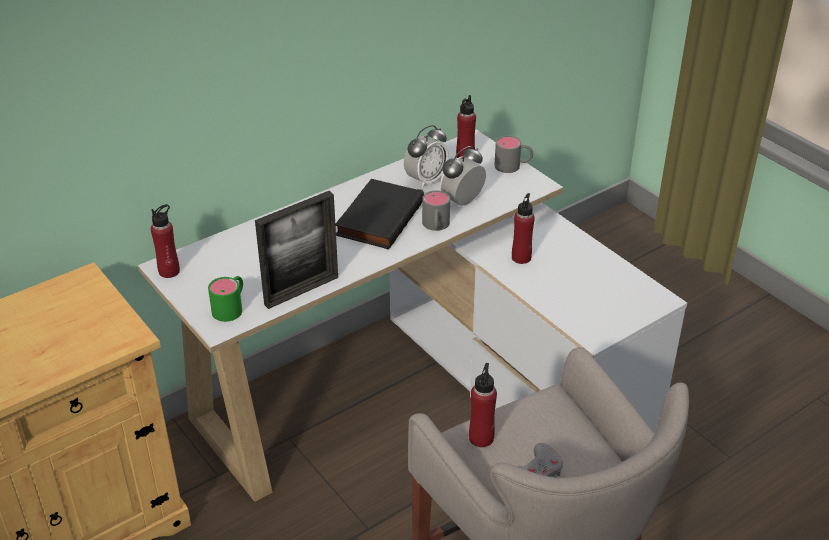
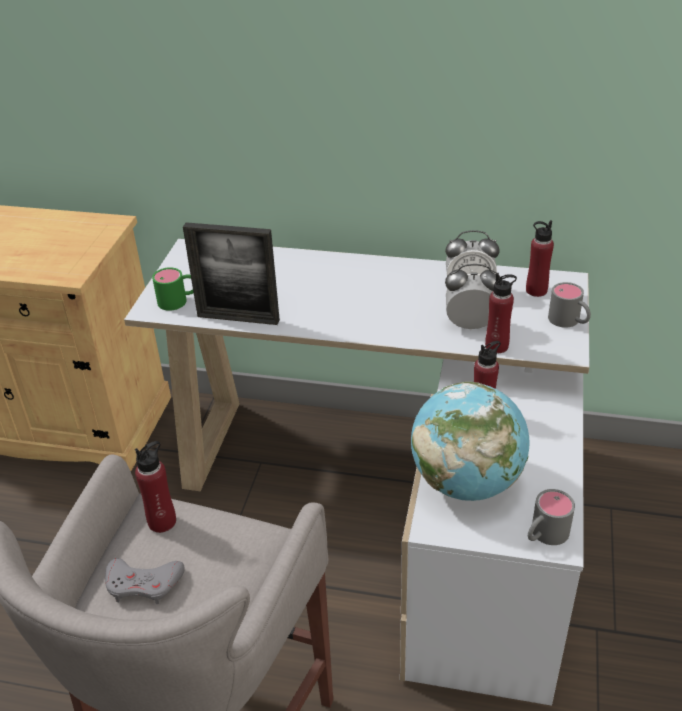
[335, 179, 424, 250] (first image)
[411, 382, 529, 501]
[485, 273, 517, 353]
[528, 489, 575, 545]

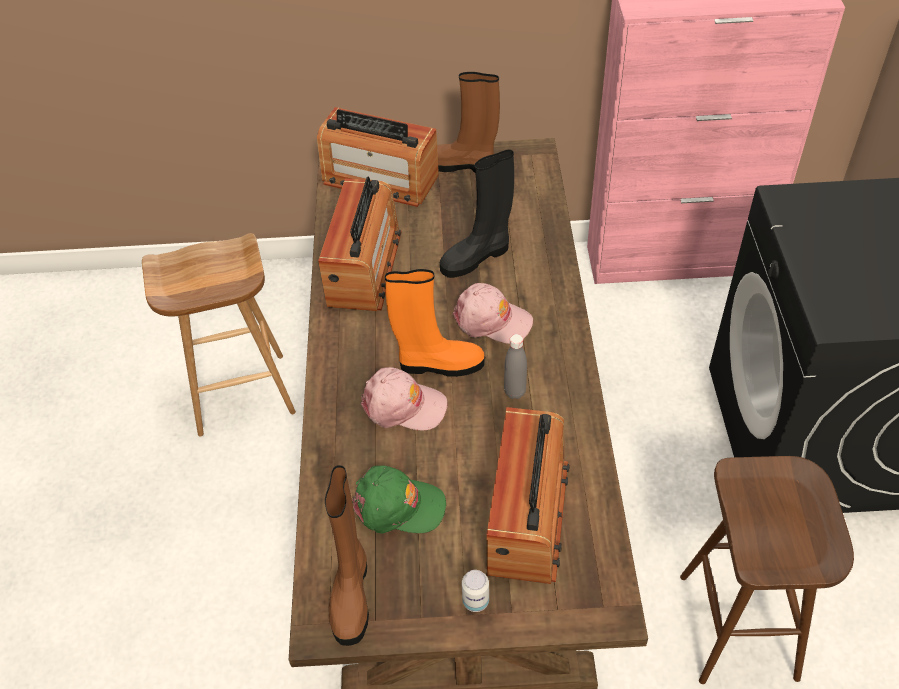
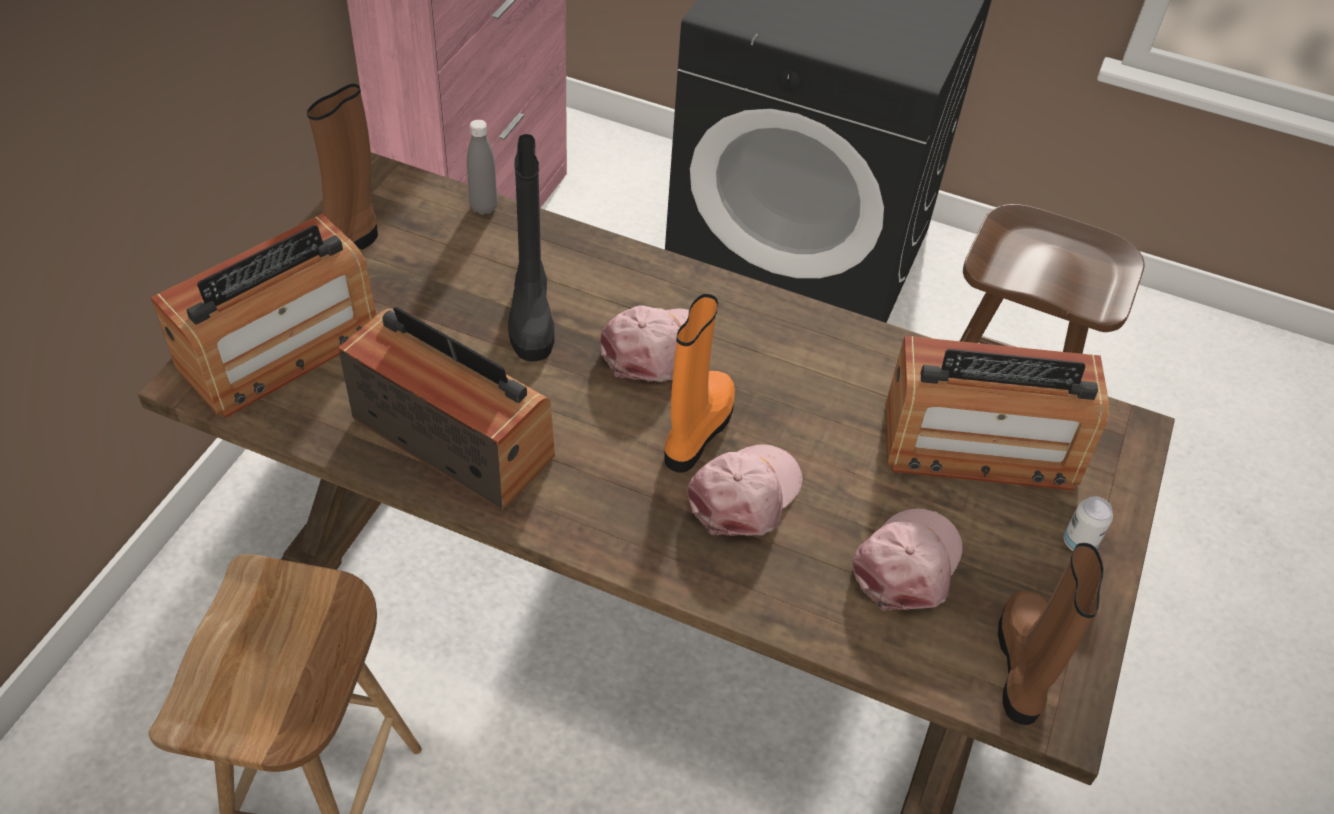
[467, 119, 497, 215]
[852, 509, 963, 611]
[998, 543, 1104, 725]
[886, 336, 1109, 490]

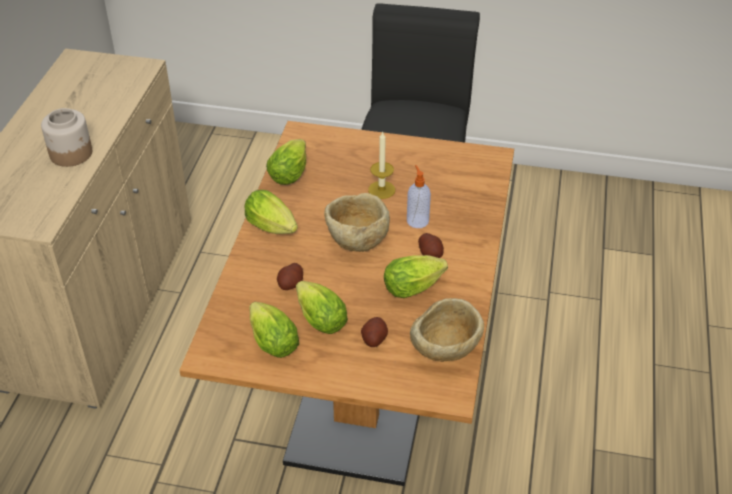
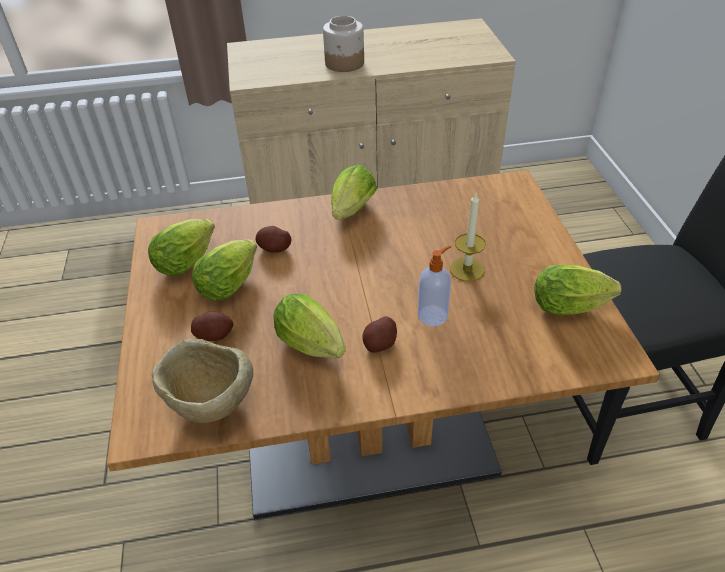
[324, 193, 390, 252] (first image)
[534, 265, 621, 315]

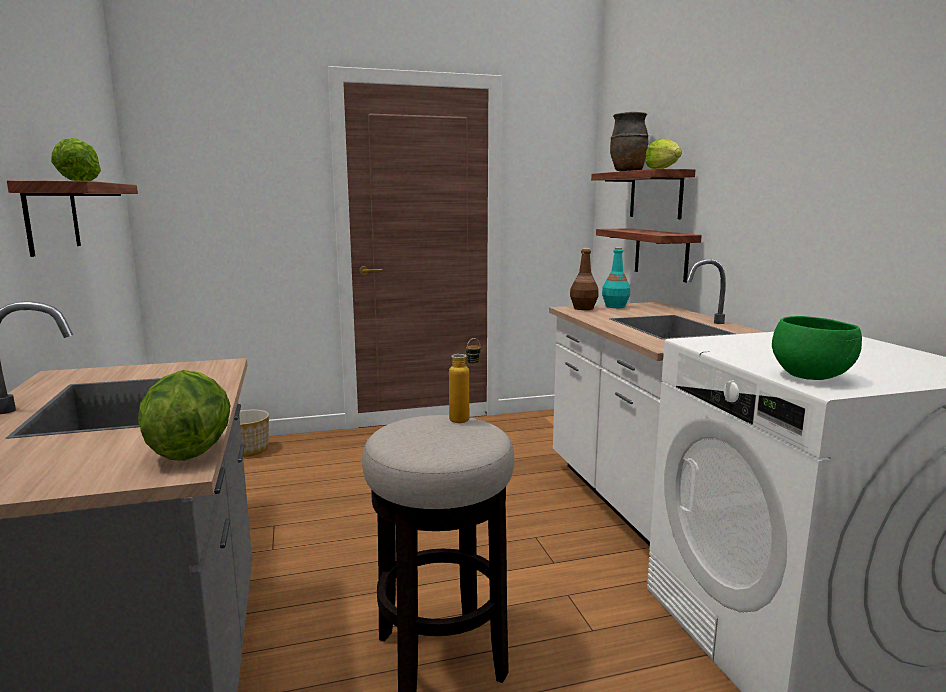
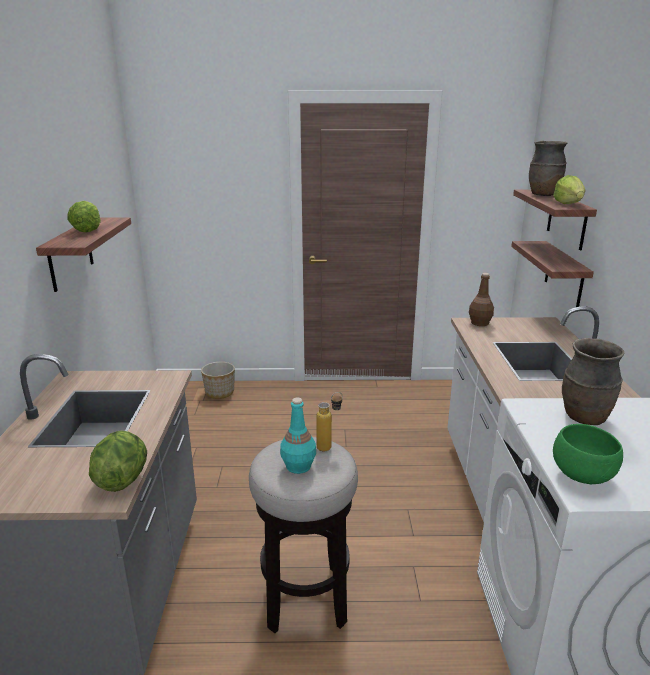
[562, 338, 625, 425]
[280, 397, 316, 474]

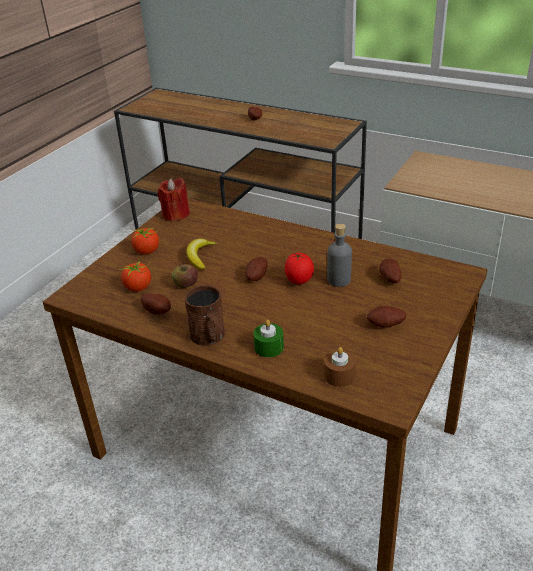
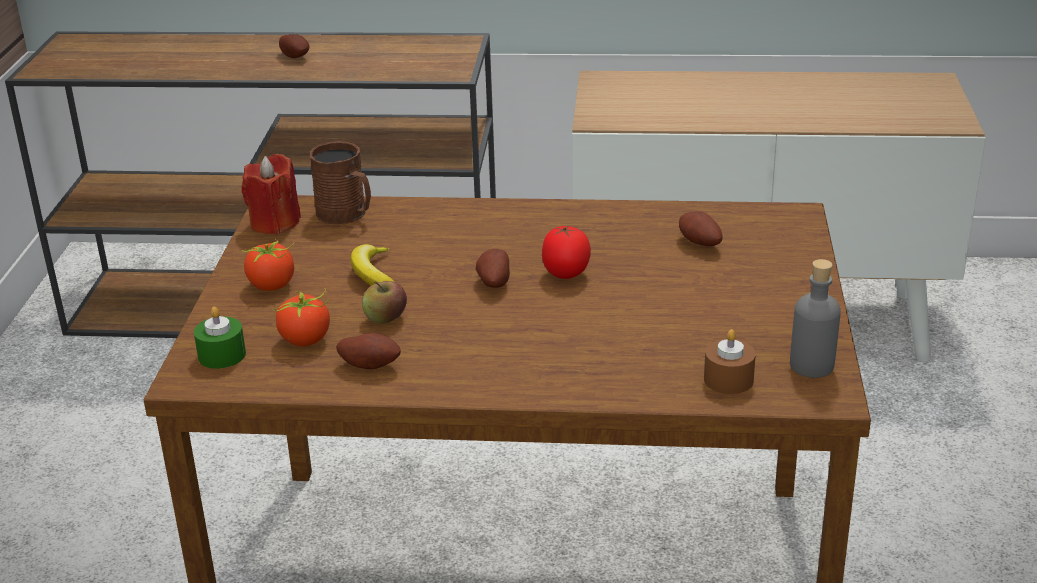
[367, 306, 407, 328] (first image)
[310, 141, 371, 224]
[194, 307, 246, 369]
[790, 259, 841, 378]

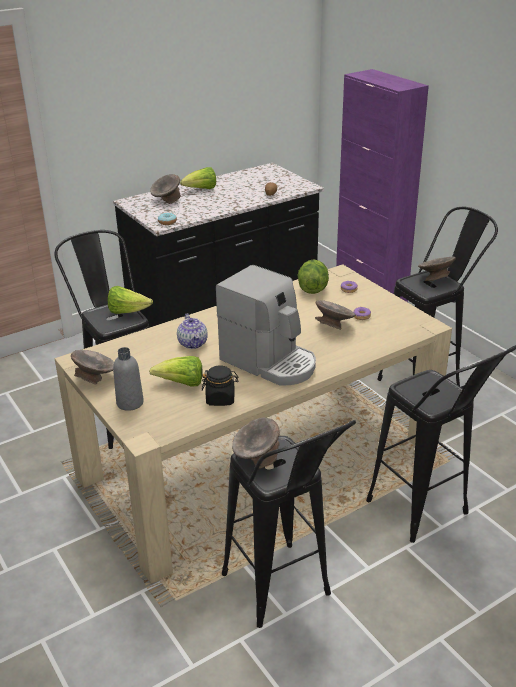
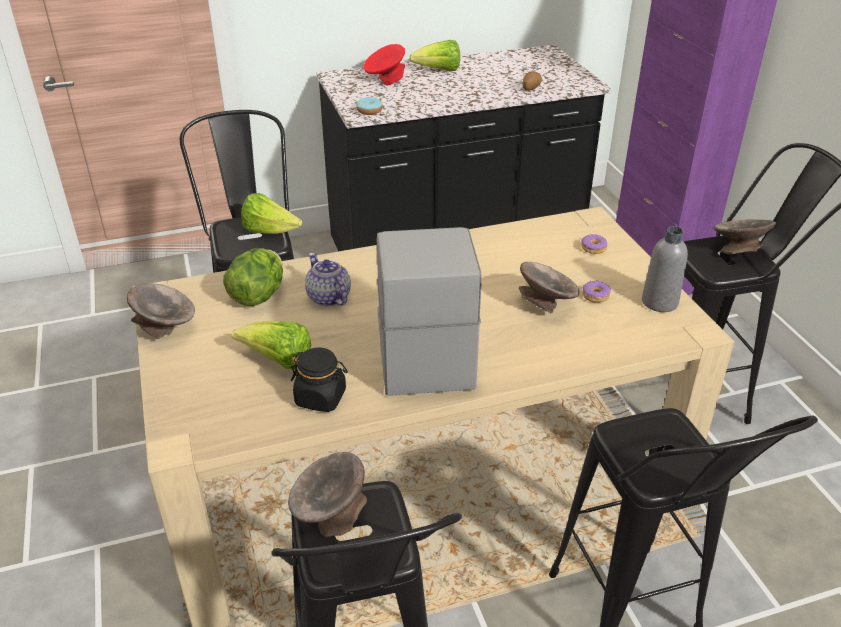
[642, 226, 688, 312]
[223, 248, 283, 306]
[364, 44, 405, 86]
[305, 253, 351, 306]
[377, 227, 482, 396]

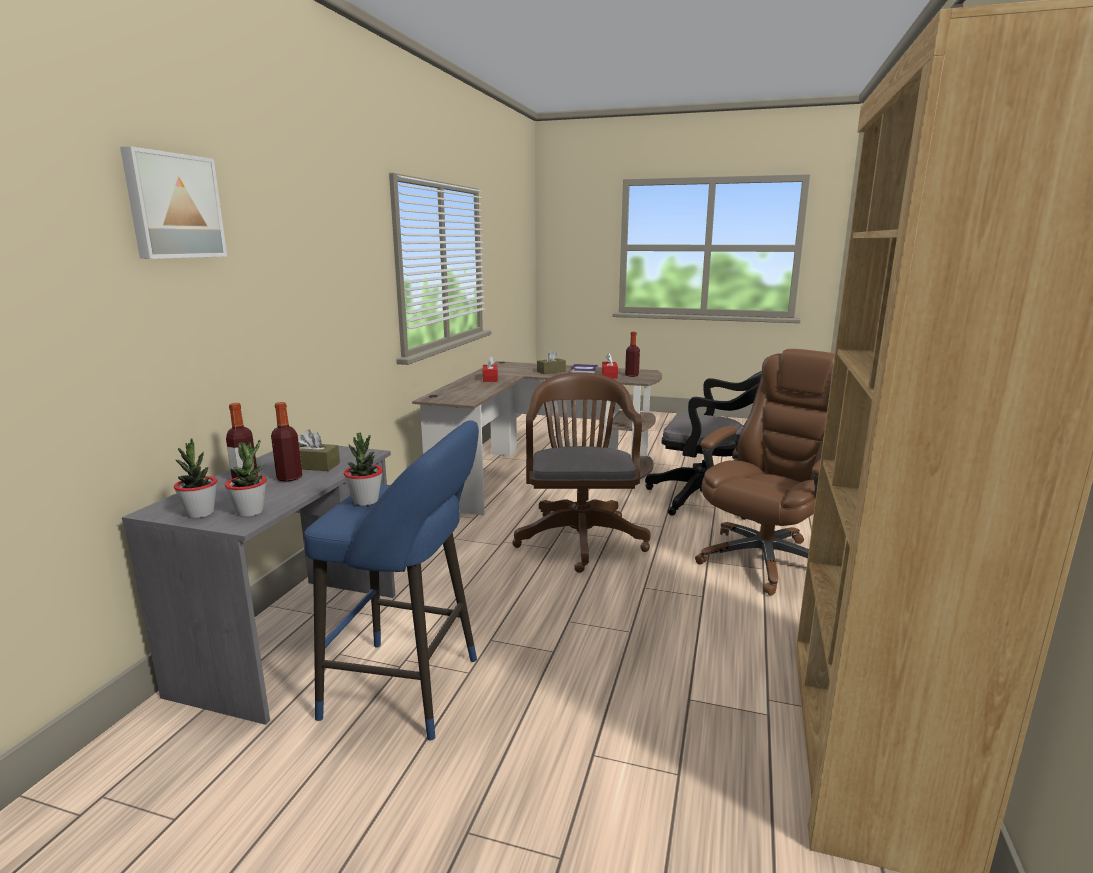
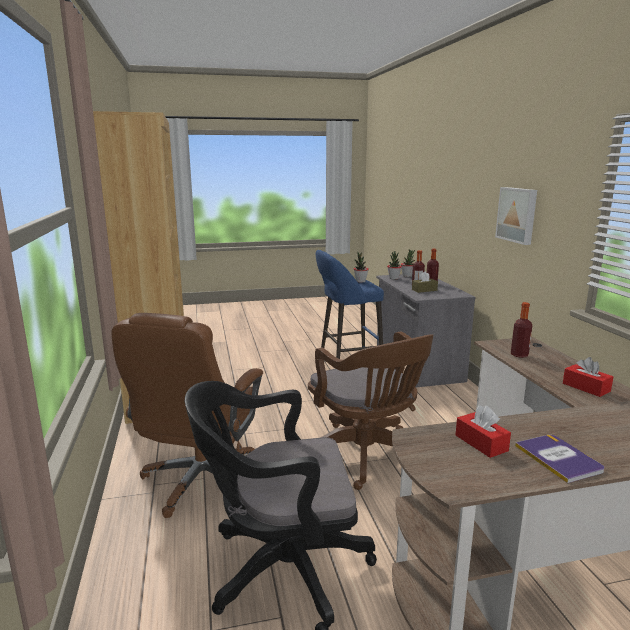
[537, 350, 566, 374] (first image)
[495, 187, 537, 245]
[511, 302, 532, 358]

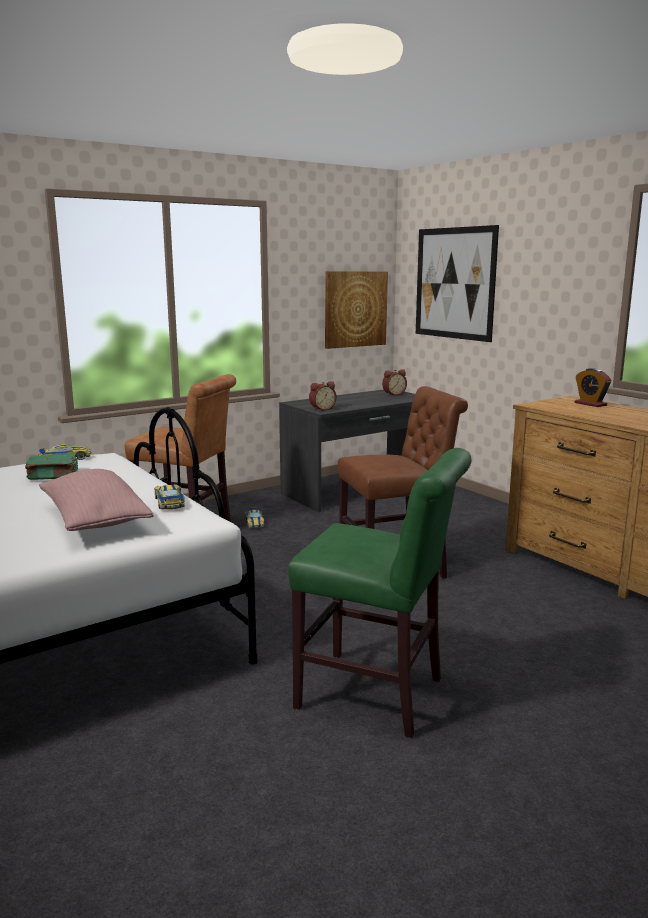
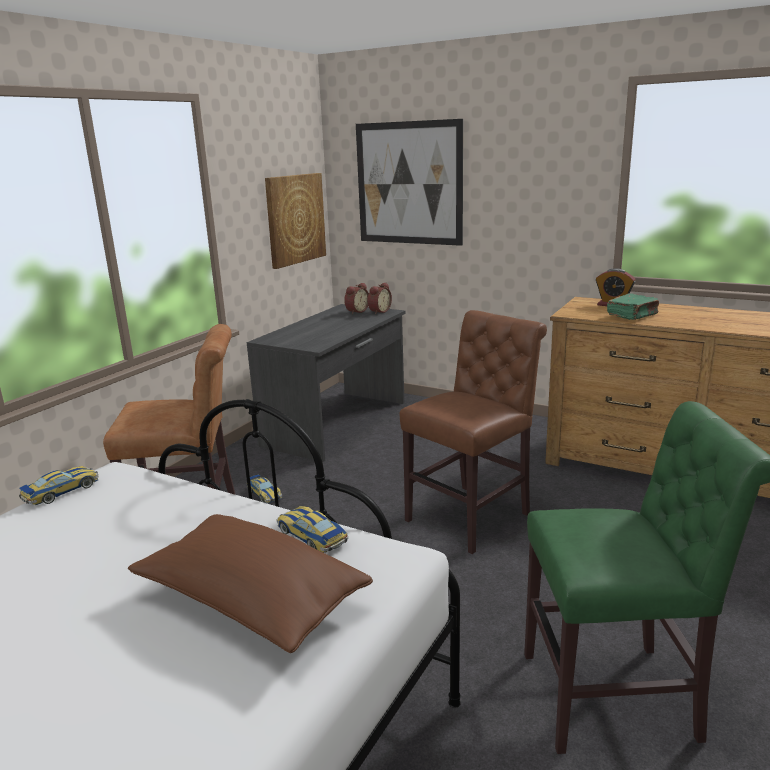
[607, 293, 659, 320]
[368, 282, 392, 314]
[128, 514, 373, 653]

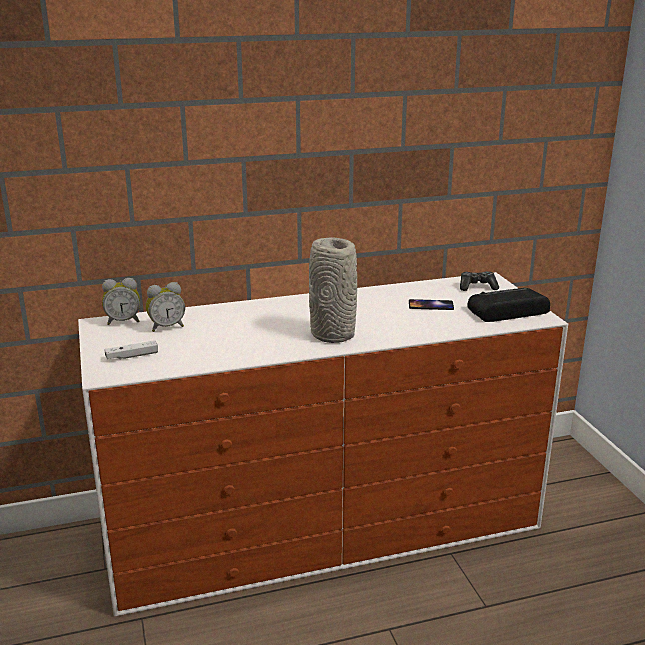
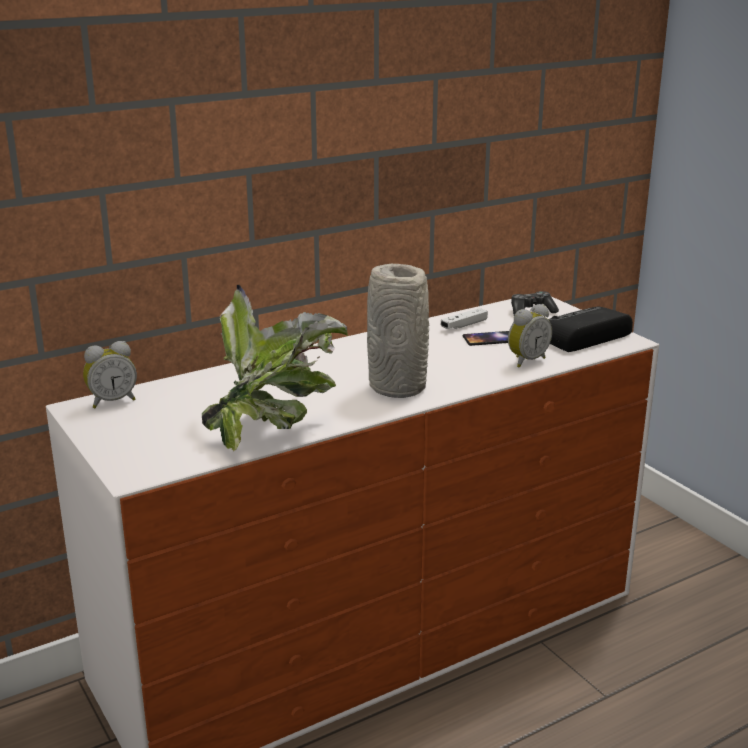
[202, 284, 348, 451]
[441, 308, 488, 329]
[508, 304, 552, 368]

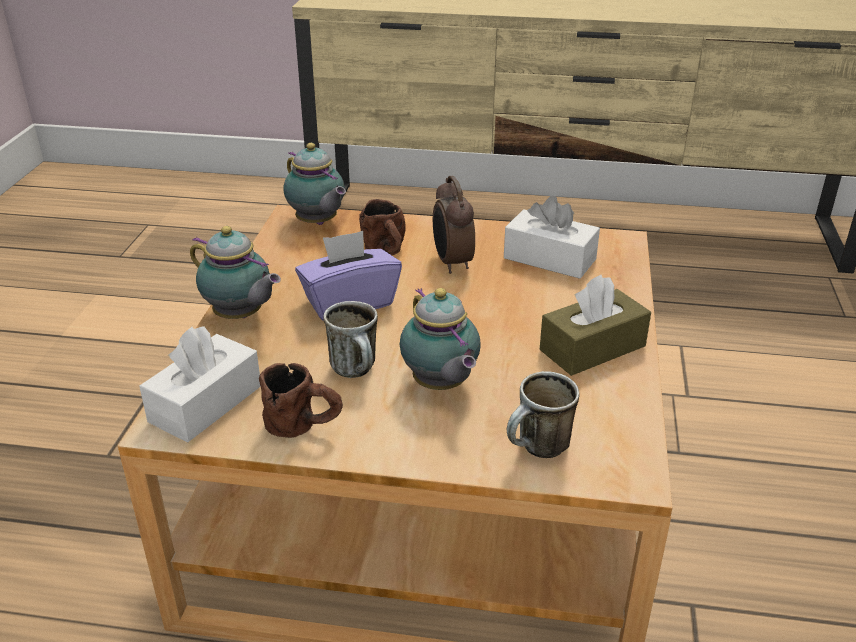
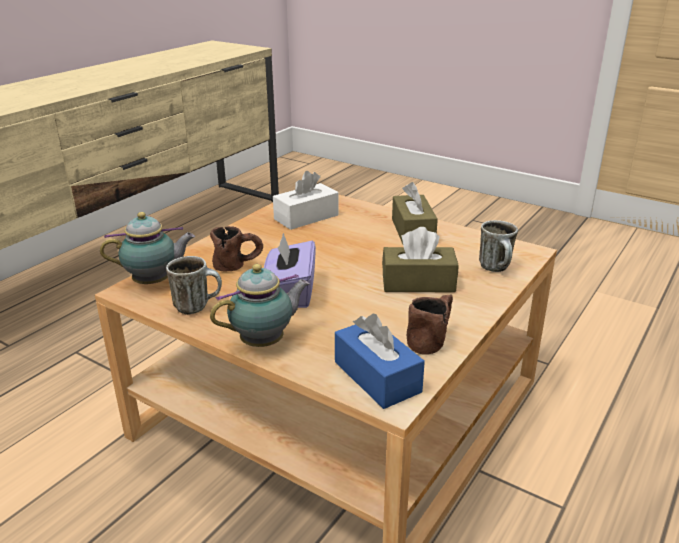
[433, 175, 475, 274] (first image)
[166, 256, 222, 315]
[382, 227, 459, 292]
[335, 314, 425, 409]

